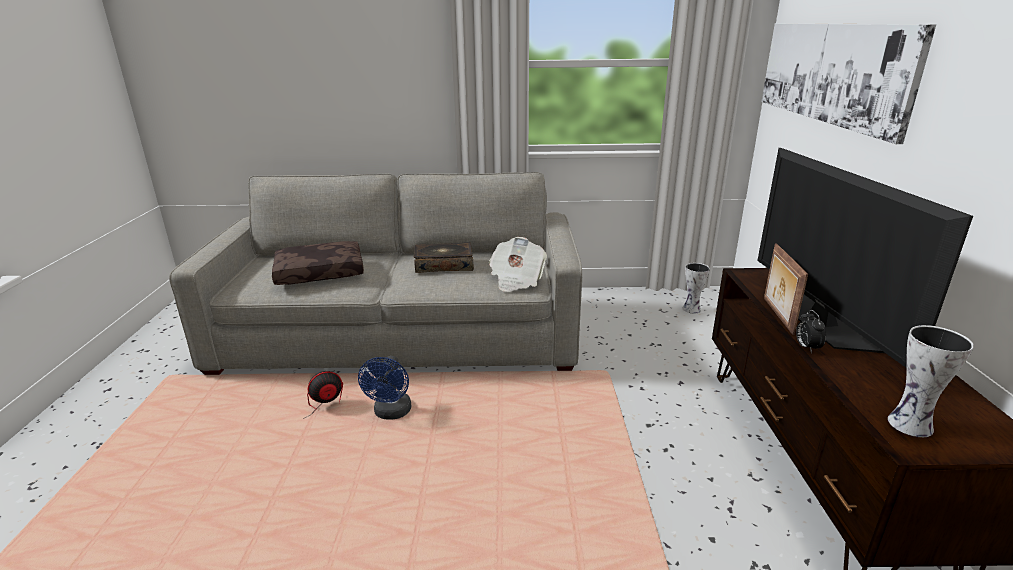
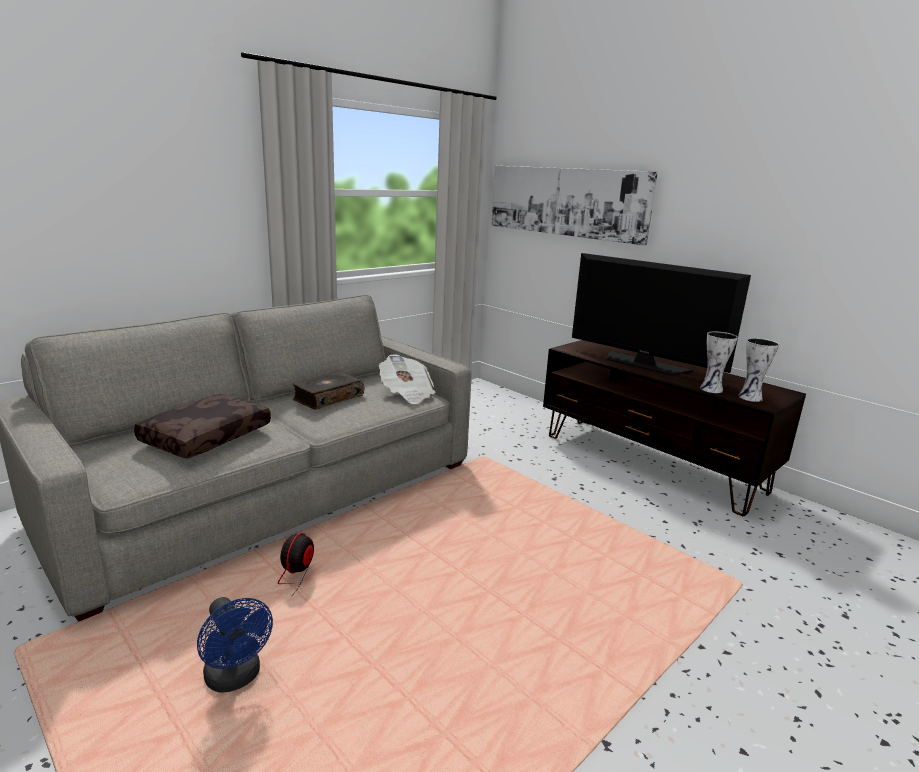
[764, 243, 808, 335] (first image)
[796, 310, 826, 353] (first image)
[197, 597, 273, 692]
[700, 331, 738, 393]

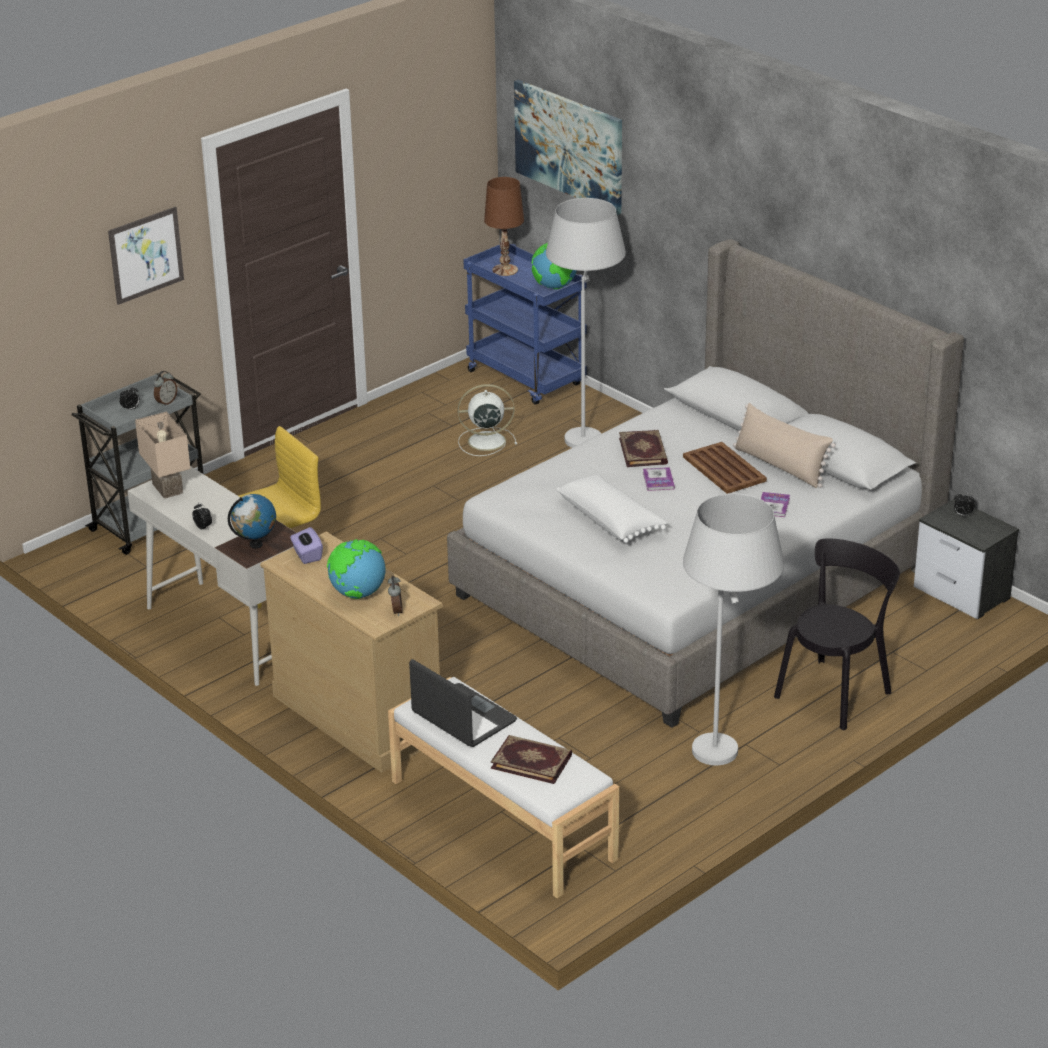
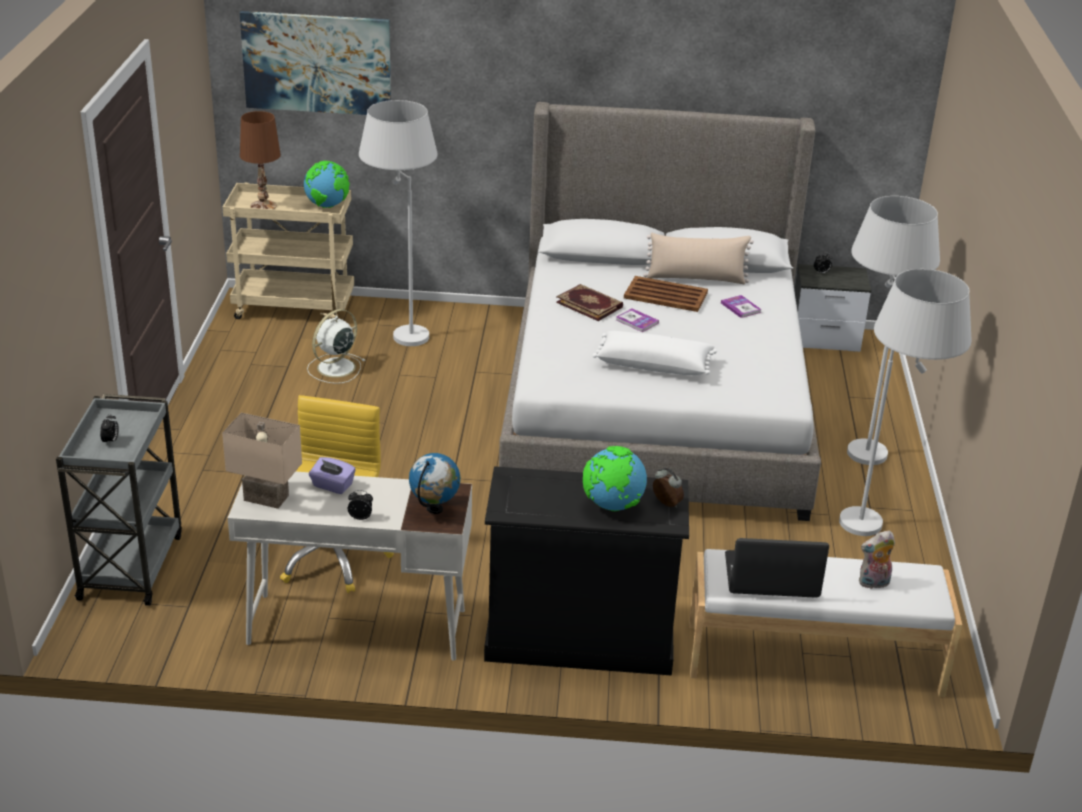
[108, 207, 184, 305] (first image)
[153, 371, 177, 406] (first image)
[309, 457, 356, 494]
[859, 531, 895, 590]
[847, 196, 940, 465]
[484, 466, 689, 675]
[222, 183, 354, 319]

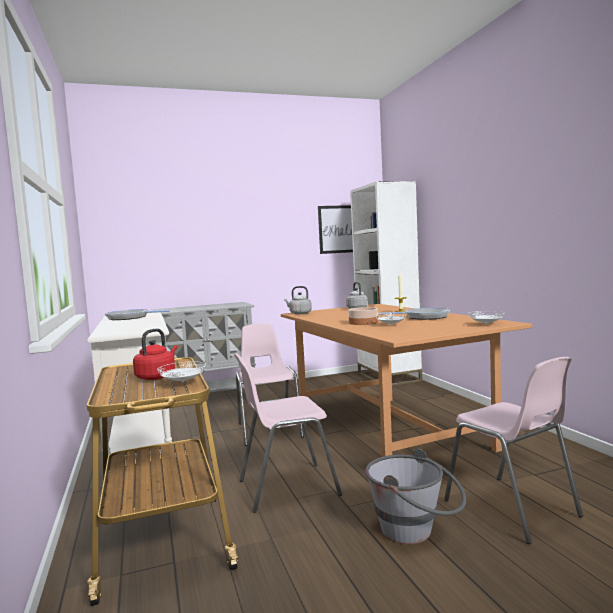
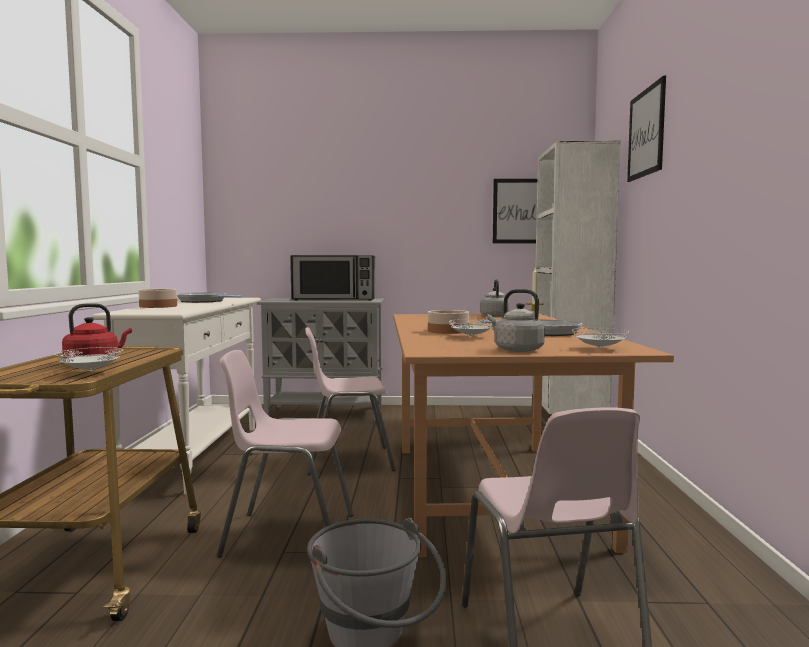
[138, 289, 177, 308]
[290, 255, 376, 301]
[627, 75, 666, 182]
[487, 289, 545, 352]
[305, 327, 396, 475]

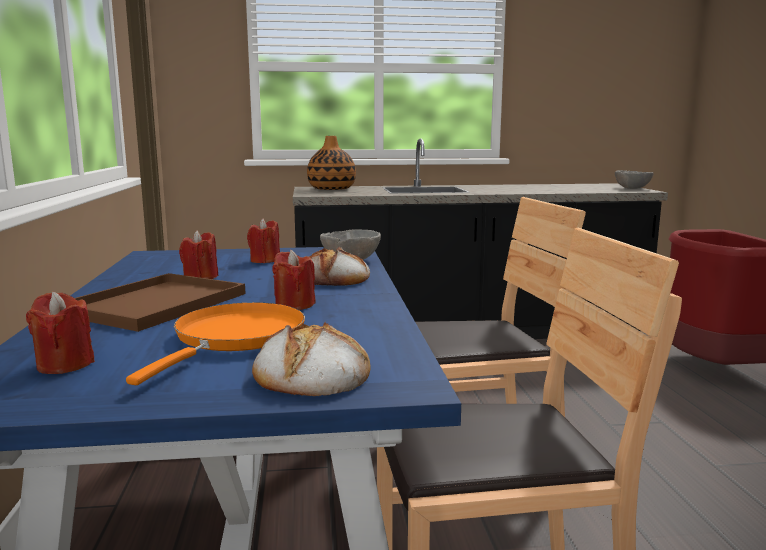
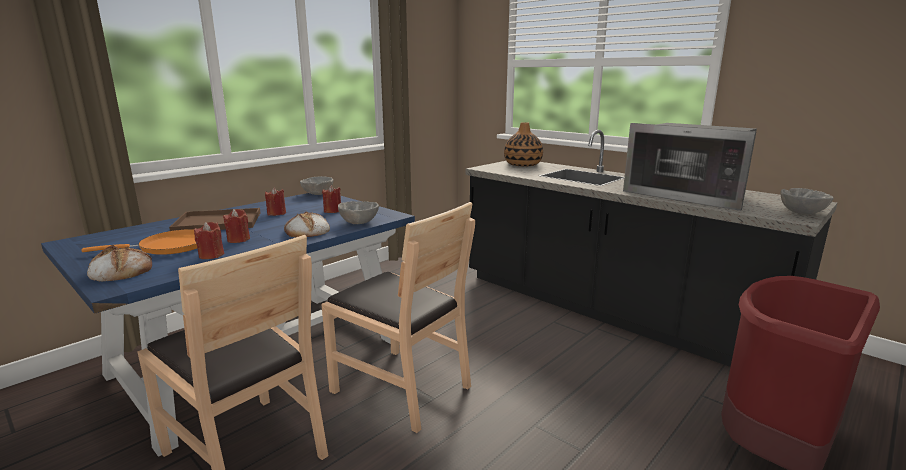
[300, 176, 334, 195]
[623, 123, 757, 211]
[194, 222, 224, 259]

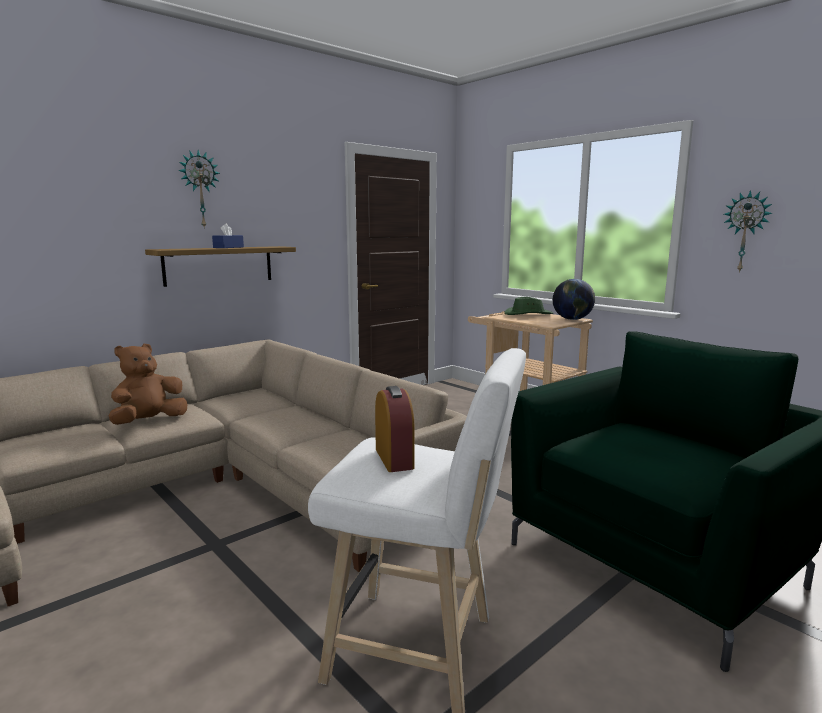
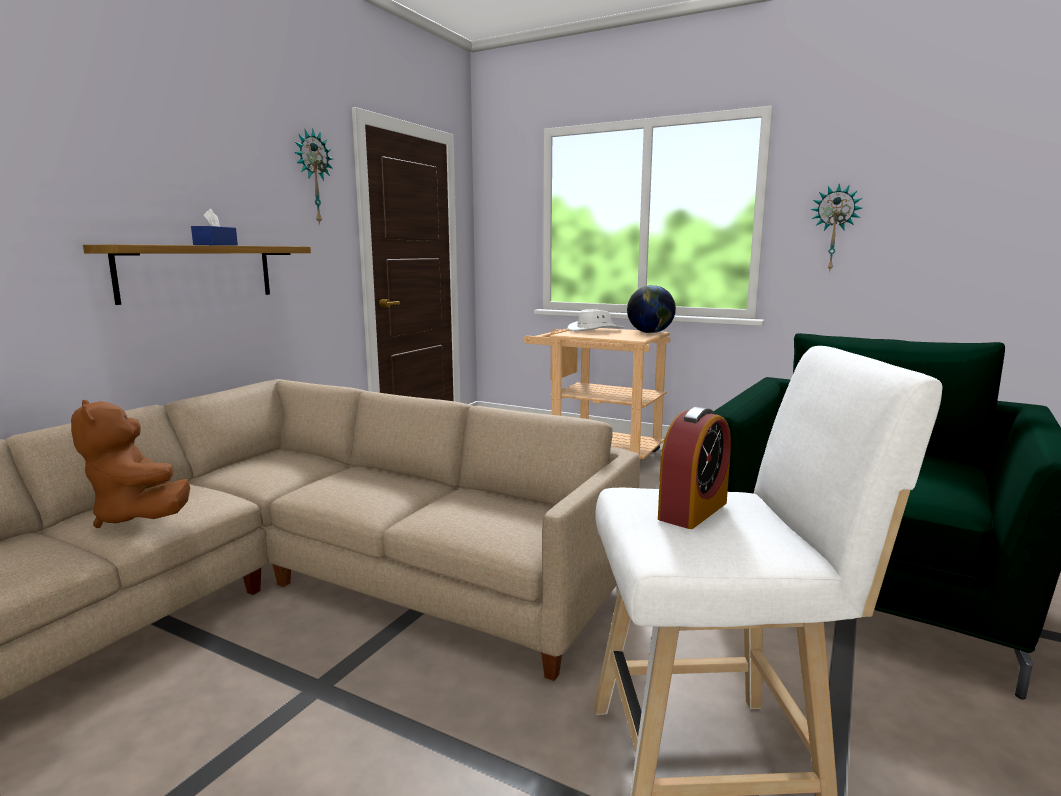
[294, 128, 333, 225]
[568, 309, 624, 331]
[71, 400, 190, 528]
[658, 407, 731, 529]

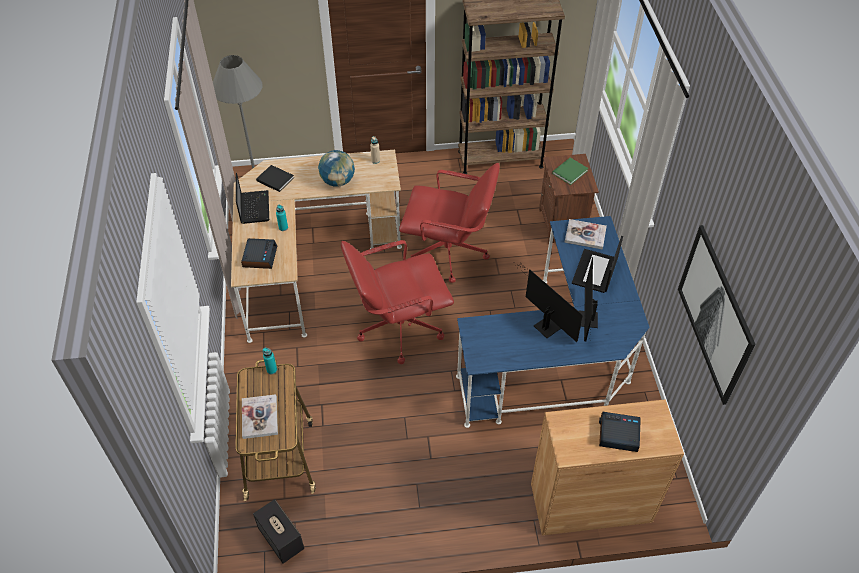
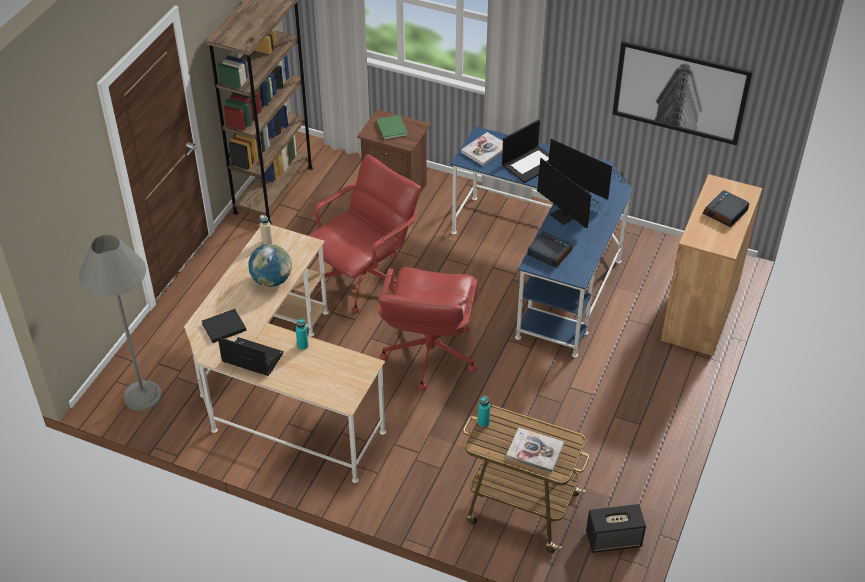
[528, 231, 572, 268]
[537, 158, 607, 228]
[502, 119, 549, 183]

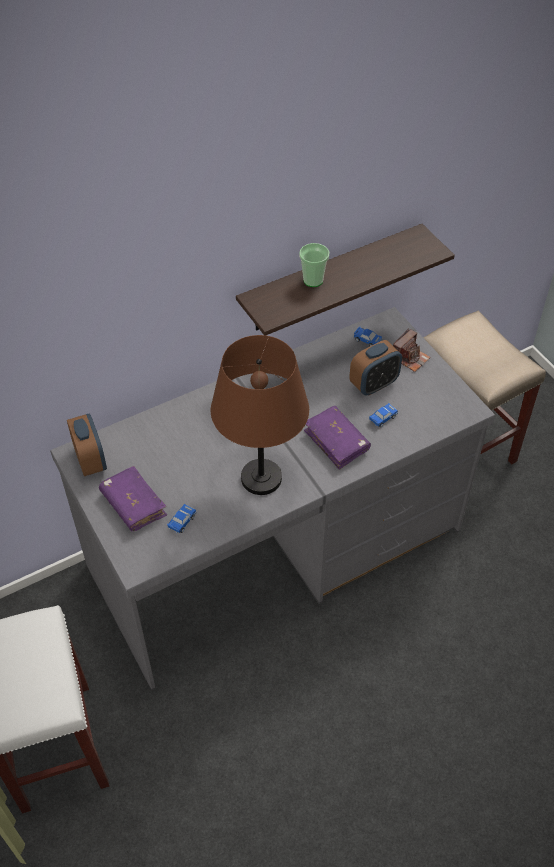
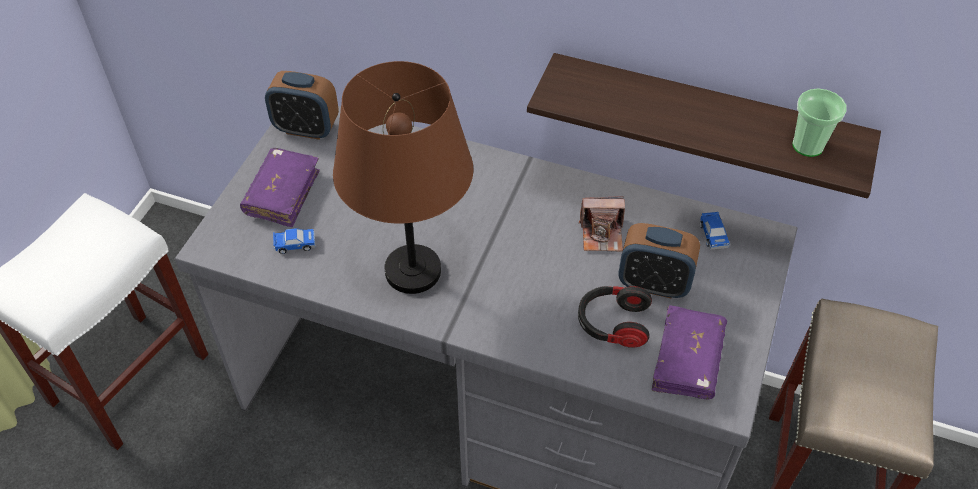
[792, 88, 847, 157]
[652, 305, 727, 399]
[579, 196, 625, 251]
[578, 286, 652, 348]
[265, 71, 339, 140]

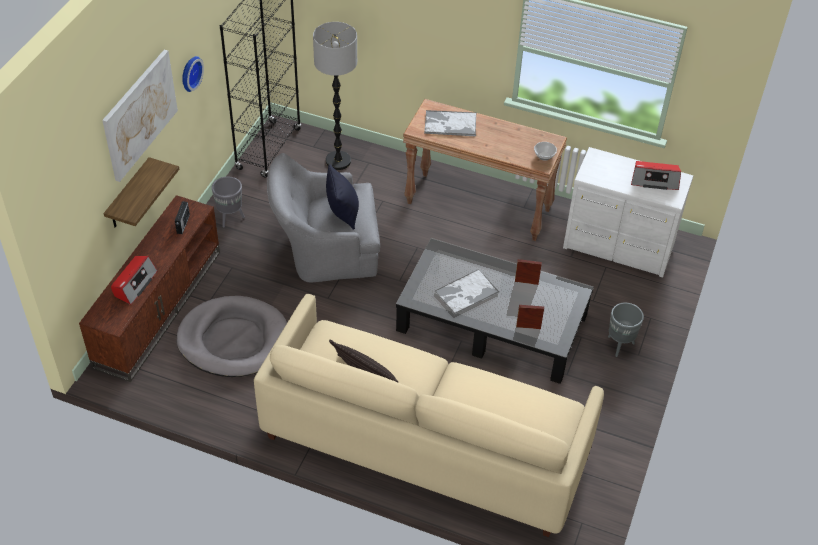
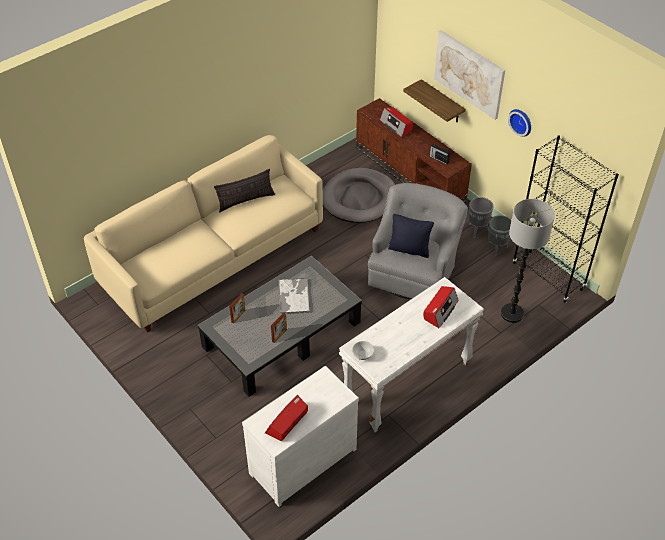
[488, 215, 511, 257]
[423, 286, 459, 328]
[339, 277, 484, 432]

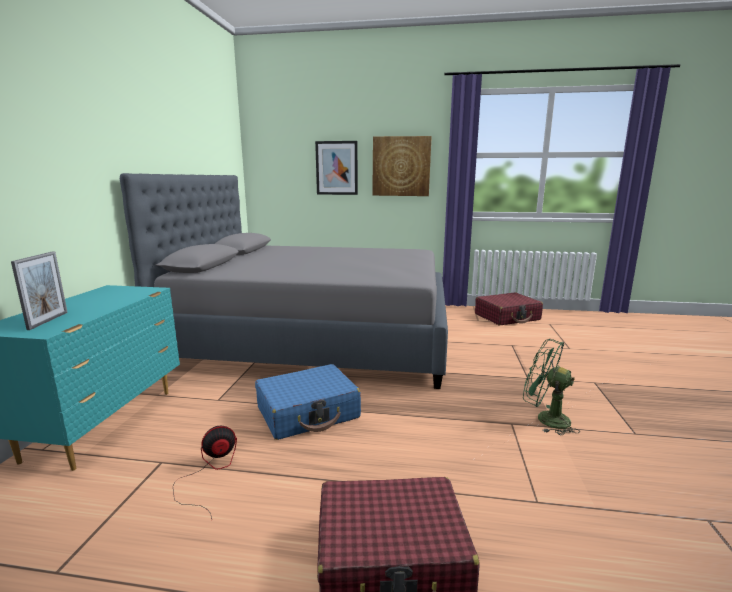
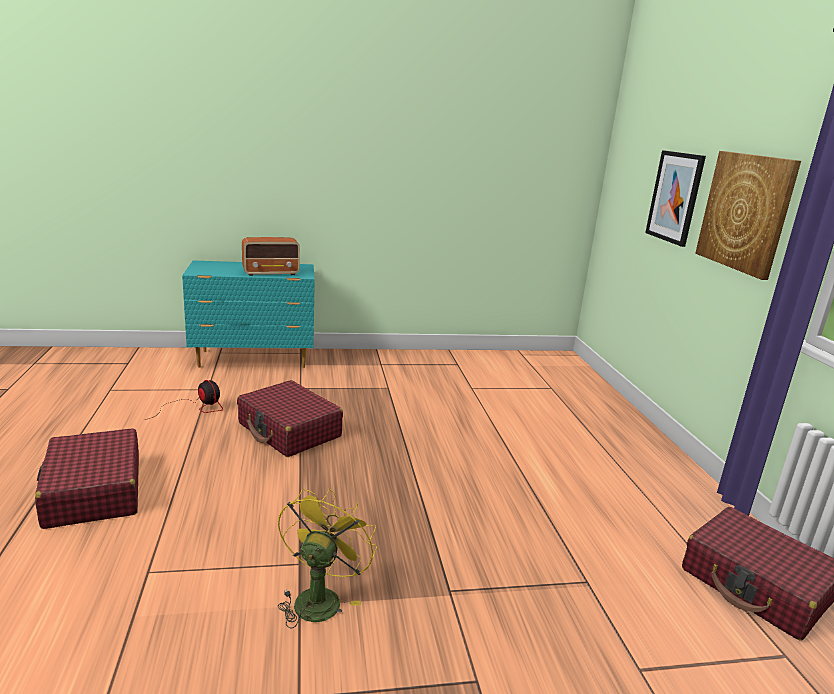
[11, 251, 68, 330] (first image)
[120, 173, 448, 389] (first image)
[242, 237, 300, 276]
[237, 380, 343, 457]
[278, 489, 377, 629]

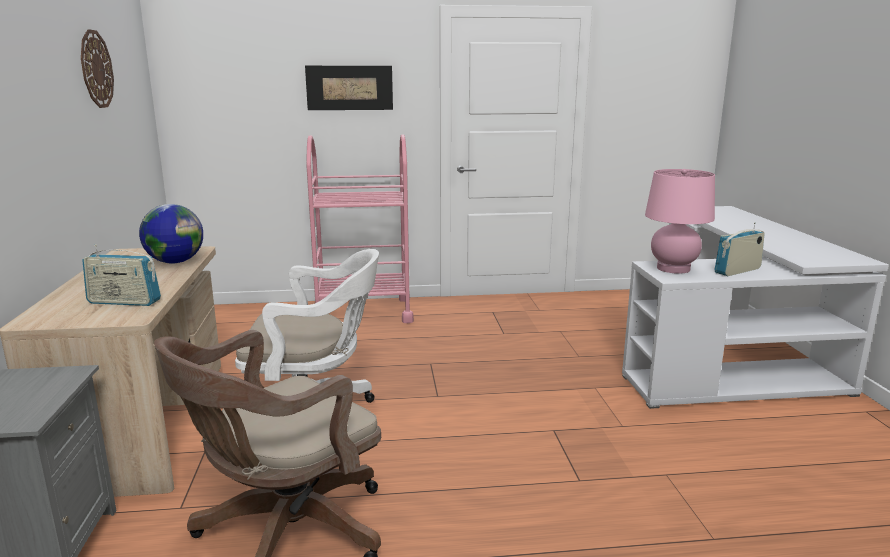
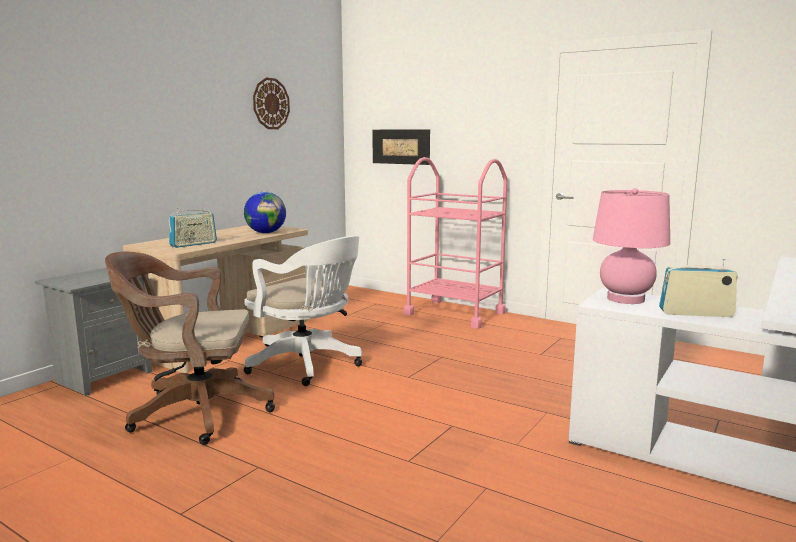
[372, 129, 430, 165]
[169, 208, 217, 248]

